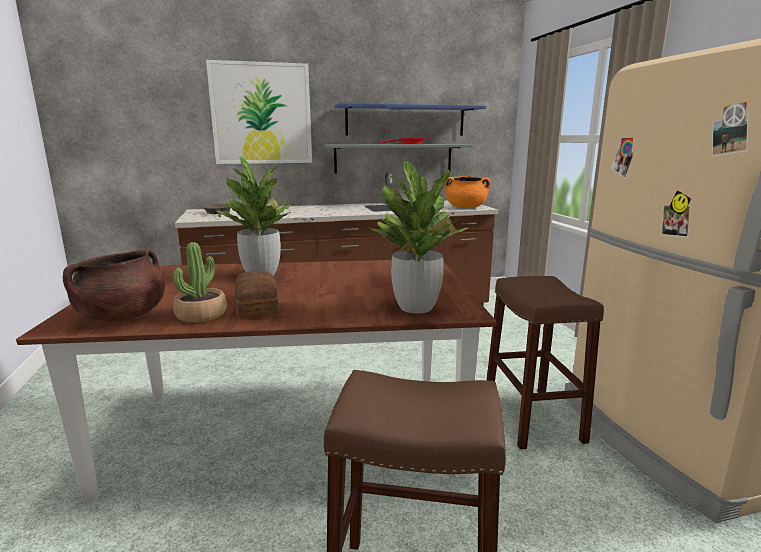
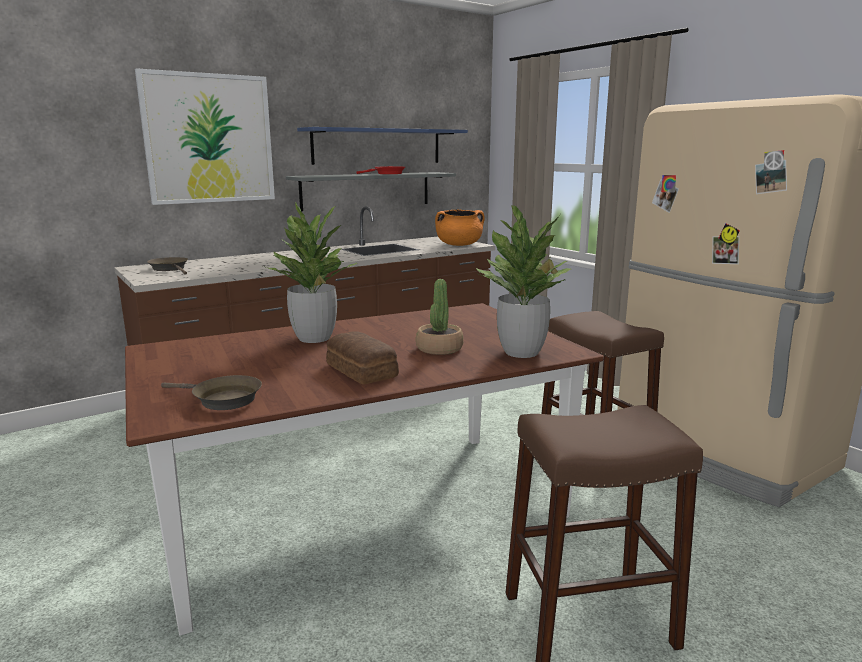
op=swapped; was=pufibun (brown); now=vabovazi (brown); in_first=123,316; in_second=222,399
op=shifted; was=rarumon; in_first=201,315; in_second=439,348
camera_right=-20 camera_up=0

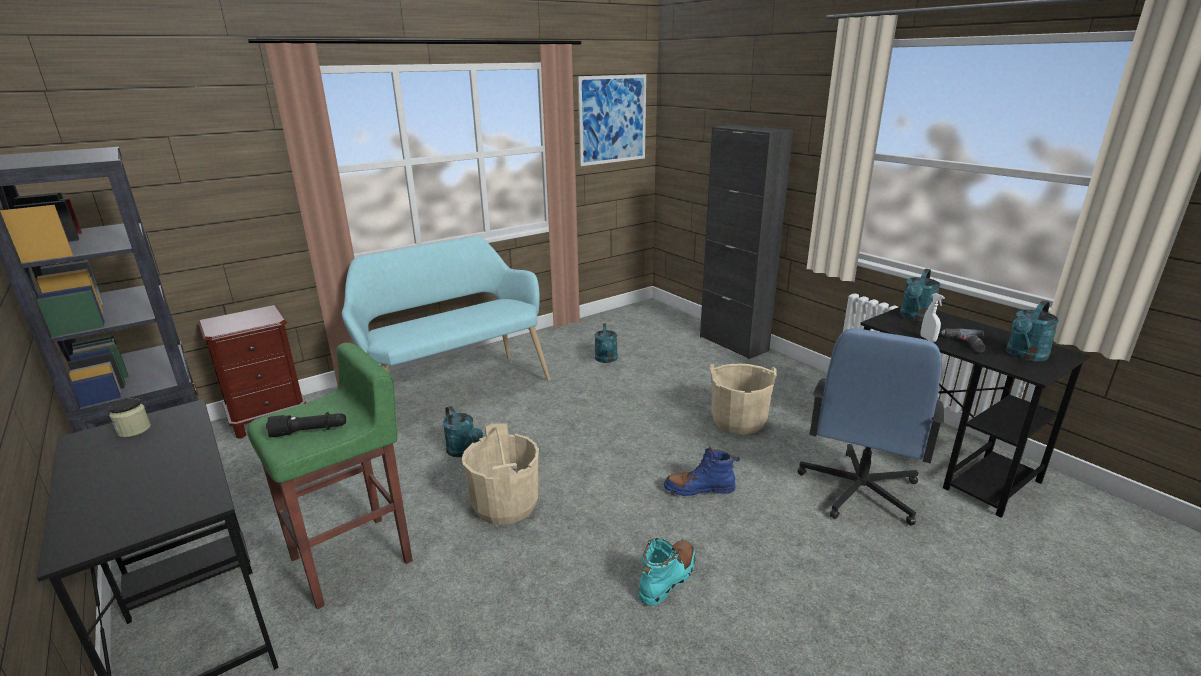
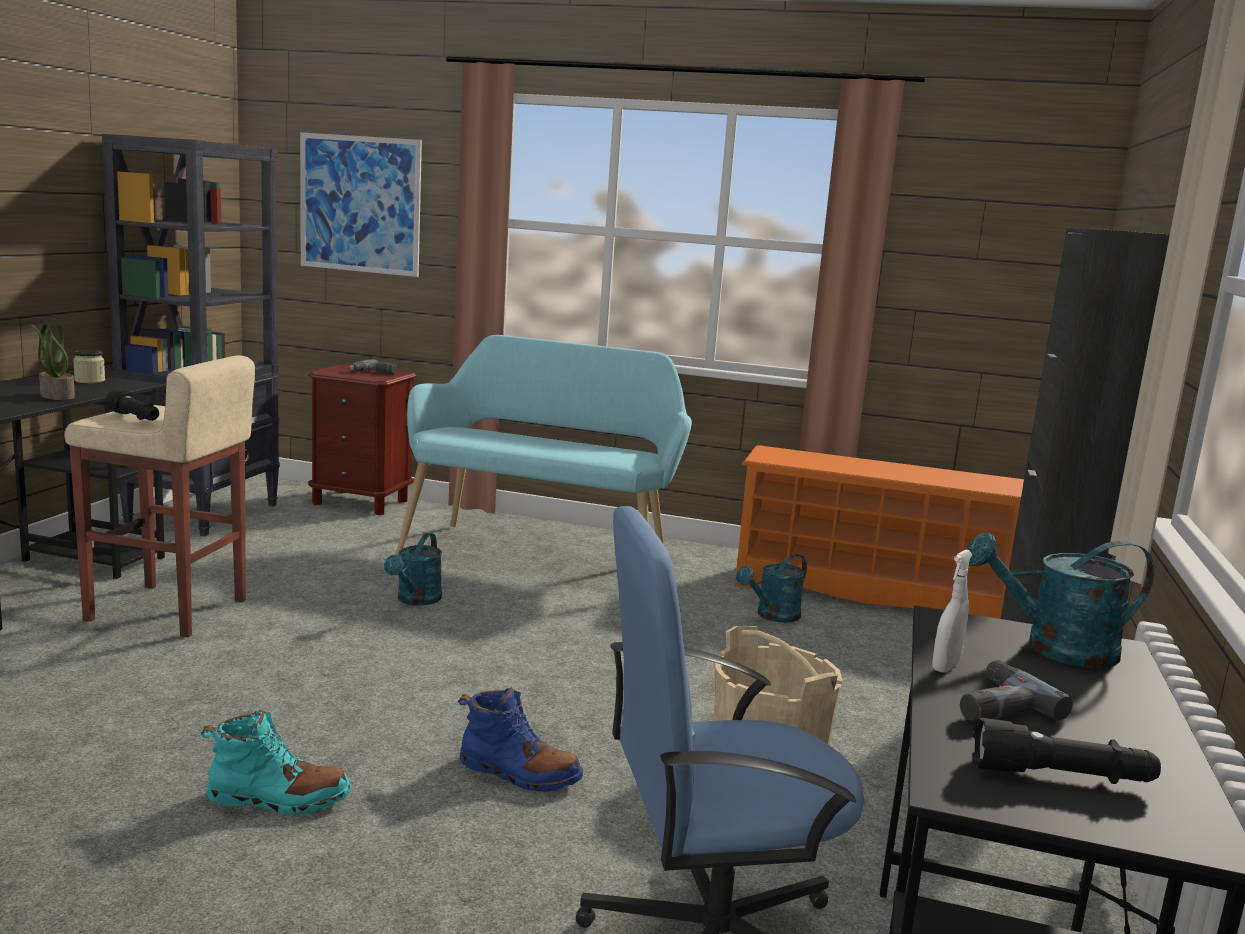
op=new; now=rarumon; in_second=56,396
op=repainted; was=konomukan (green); now=konomukan (beige); in_first=354,559; in_second=168,611
op=shifted; was=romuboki; in_first=612,119; in_second=360,204
op=new; now=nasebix; in_second=374,372
op=rotated; was=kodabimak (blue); in_first=699,489; in_second=518,773; clockwise=150
op=new; now=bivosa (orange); in_second=870,594
op=swapped; was=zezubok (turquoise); now=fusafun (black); in_first=1024,355; in_second=1061,777
op=gone; was=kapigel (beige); in_first=505,504
camera_right=50 camera_up=-10

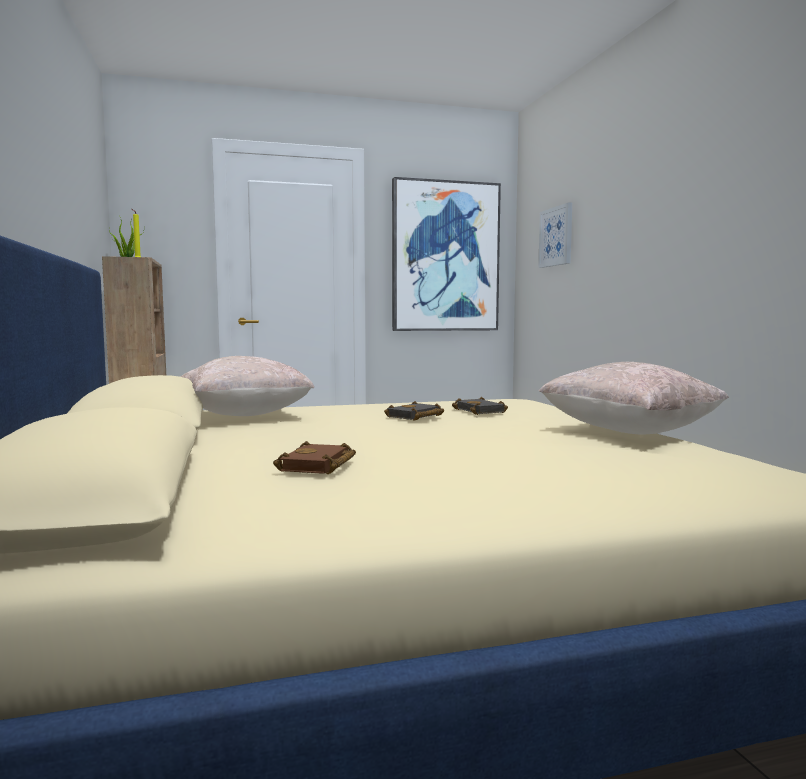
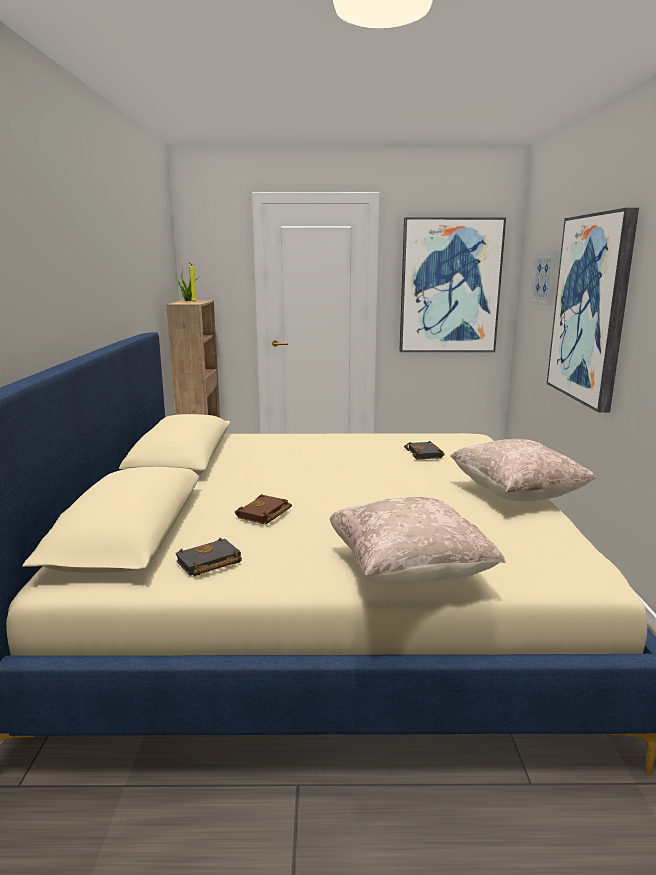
op=shifted; was=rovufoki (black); in_first=415,416; in_second=208,563
op=shifted; was=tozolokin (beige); in_first=243,416; in_second=408,572
op=new; now=romuboki; in_second=591,309
camera_right=15 camera_up=10

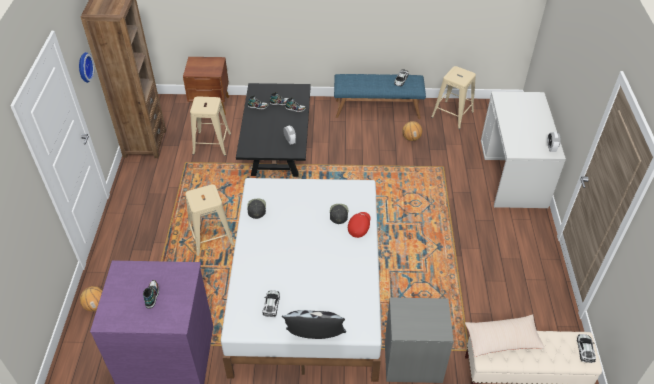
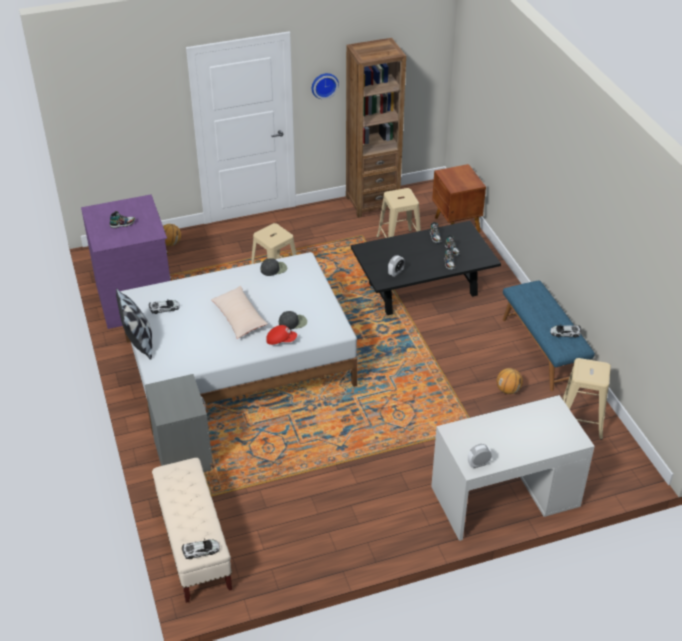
op=shifted; was=tozolokin (beige); in_first=502,340; in_second=239,317
camera_right=70 camera_up=-5

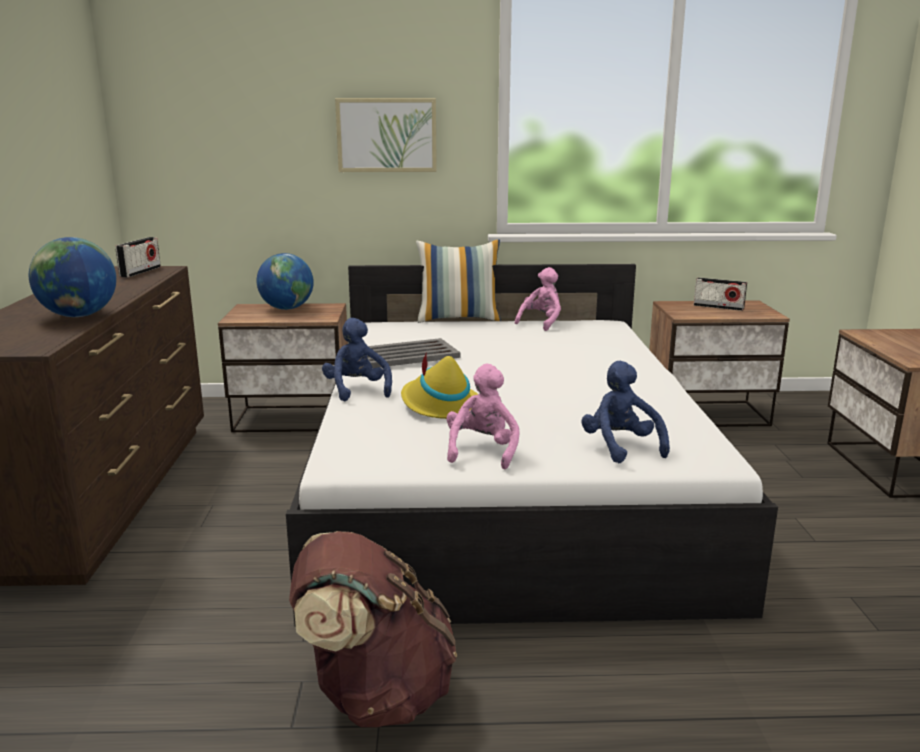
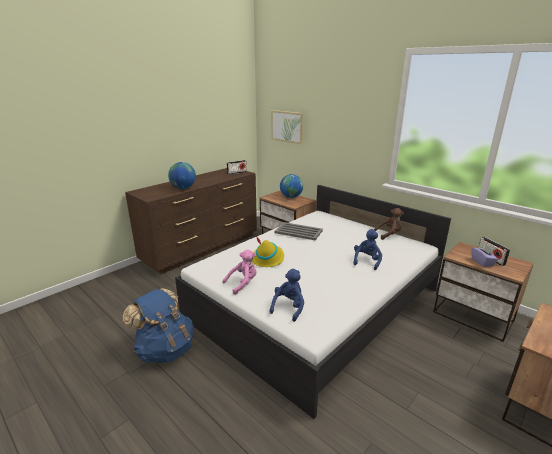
op=repainted; was=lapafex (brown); now=lapafex (blue); in_first=375,694; in_second=165,349
op=shifted; was=romuboki; in_first=386,135; in_second=287,126
op=shifted; was=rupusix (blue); in_first=357,390; in_second=367,261
op=repainted; was=rupusix (pink); now=rupusix (brown); in_first=541,323; in_second=389,234
op=new; now=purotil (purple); in_second=482,262
op=gone; was=tozolokin; in_first=459,318
camera_right=45 camera_up=5

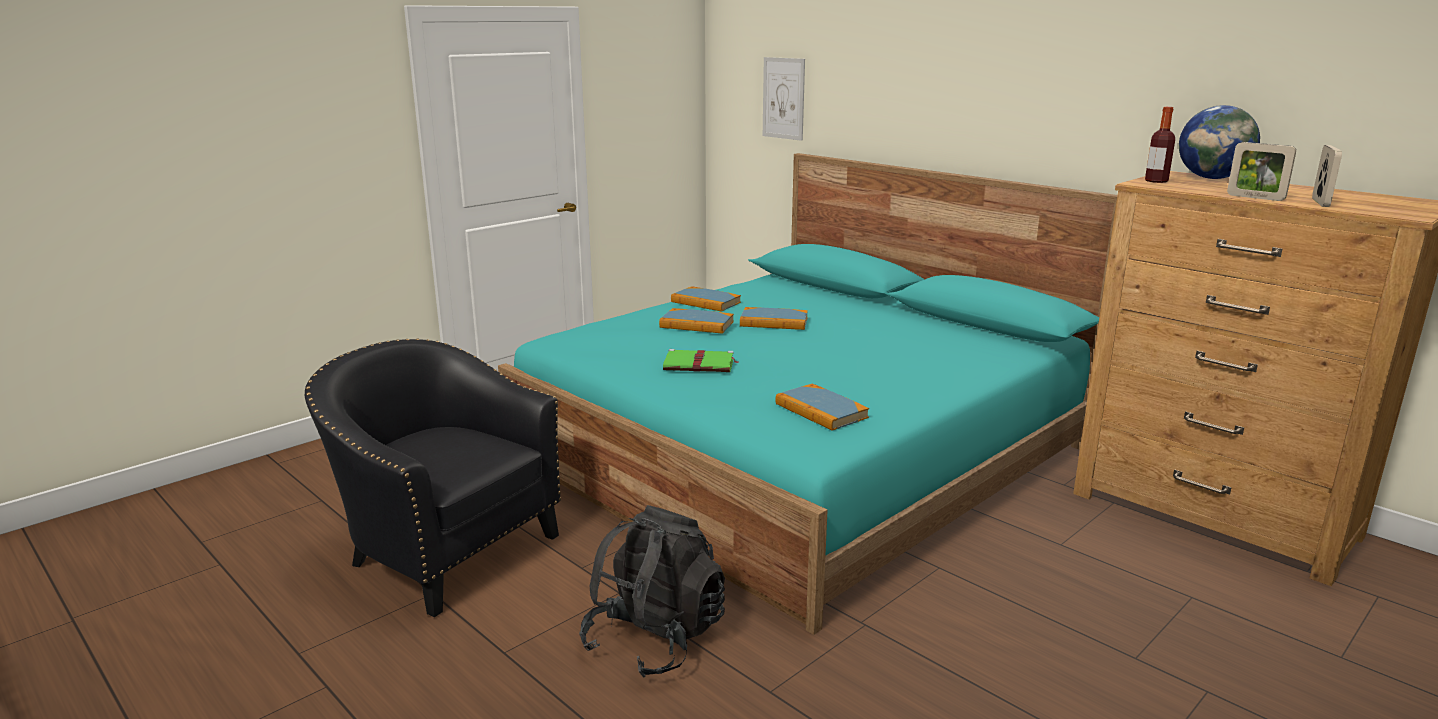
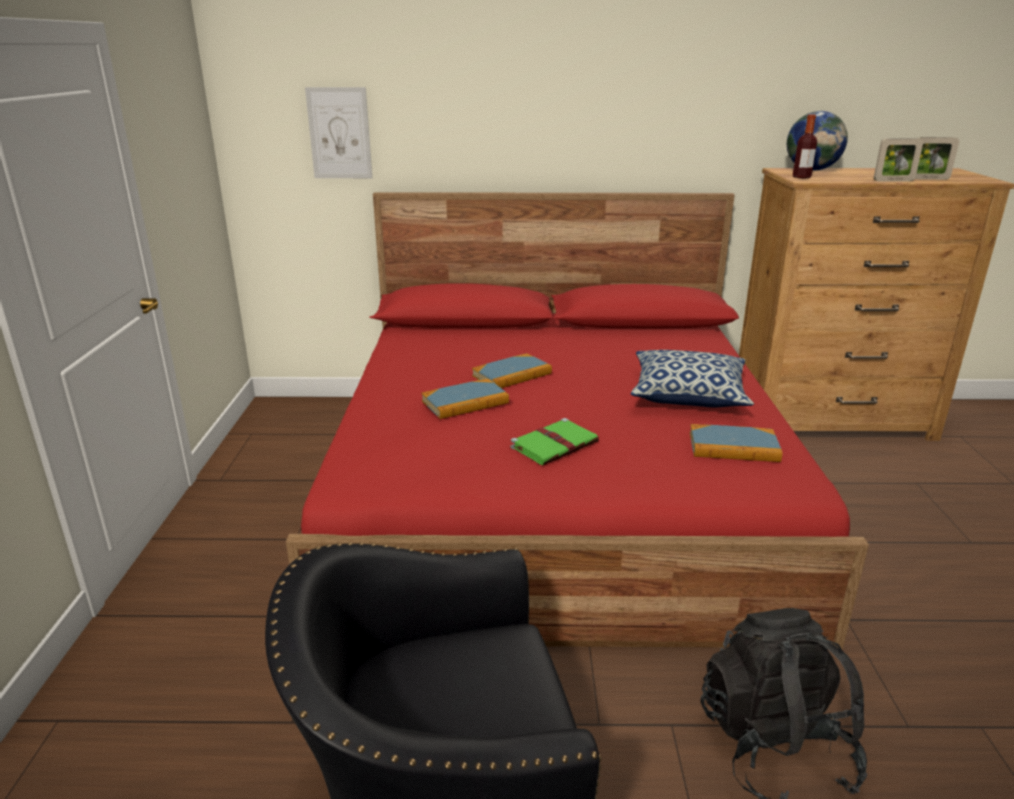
op=repainted; was=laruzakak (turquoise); now=laruzakak (red); in_first=801,452; in_second=557,492
op=new; now=tozolokin; in_second=688,395
op=rotated; was=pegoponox; in_first=1320,202; in_second=928,179; clockwise=120
op=gone; was=rovufoki; in_first=705,302
camera_right=-45 camera_up=5

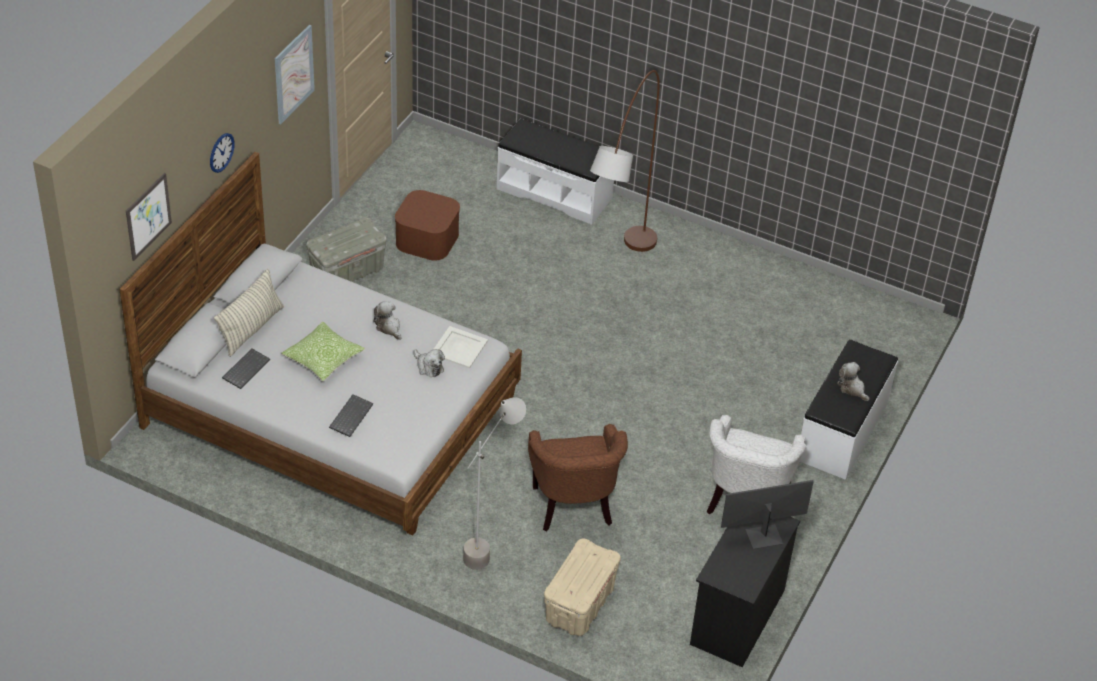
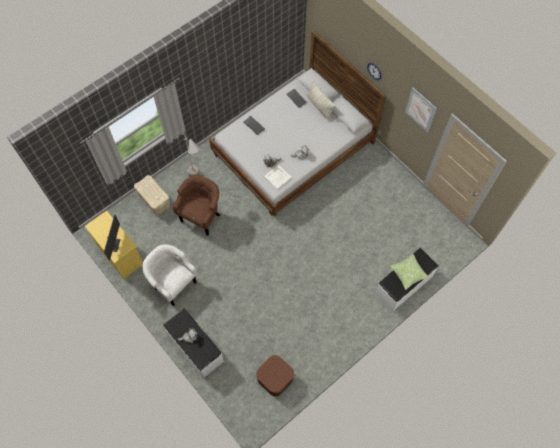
op=repainted; was=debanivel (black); now=debanivel (yellow); in_first=737,617; in_second=120,254
op=rotated; was=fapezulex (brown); in_first=573,509; in_second=202,216; clockwise=105
op=shifted; was=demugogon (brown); in_first=427,239; in_second=275,378
op=shifted; was=tozolokin; in_first=323,358; in_second=408,273
op=gone; was=romuboki; in_first=148,216
op=gone; was=demugogon (grey); in_first=347,271
op=gone; was=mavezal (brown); in_first=618,279
camera_right=115 camera_up=20

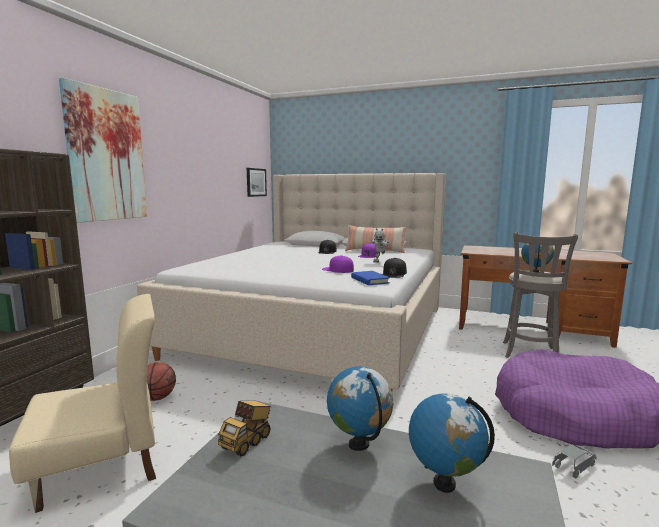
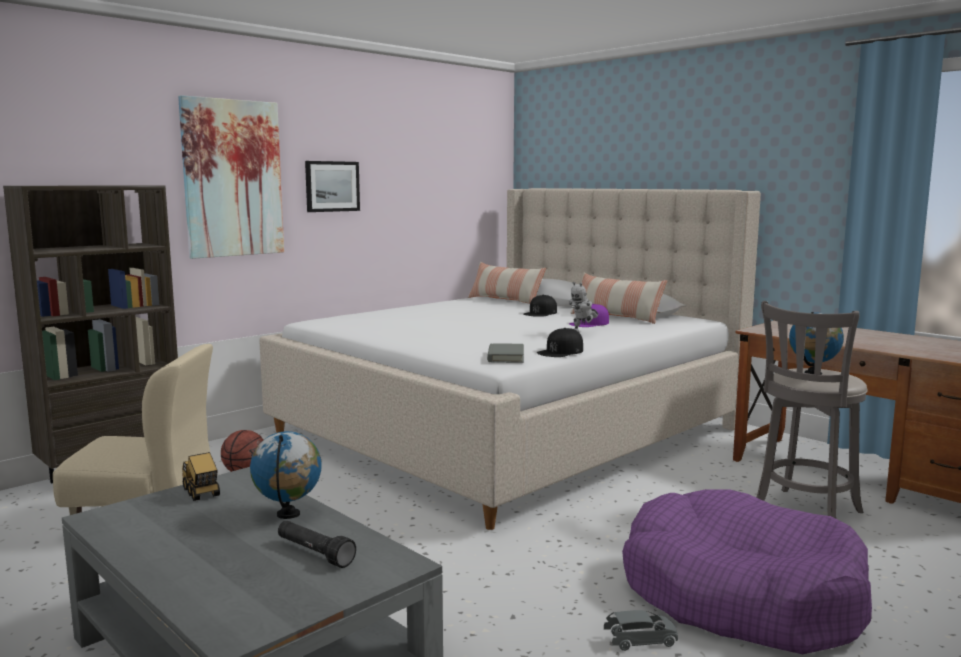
op=rotated; was=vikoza; in_first=247,441; in_second=201,493; clockwise=90
op=swapped; was=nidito; now=fusafun (black); in_first=444,483; in_second=314,553
op=shifted; was=romuboki; in_first=256,182; in_second=332,186
op=new; now=tozolokin; in_second=505,300
op=repainted; was=rovufoki (blue); now=rovufoki (grey); in_first=369,280; in_second=505,356
op=gone; was=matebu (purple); in_first=337,270
camera_right=25 camera_up=0

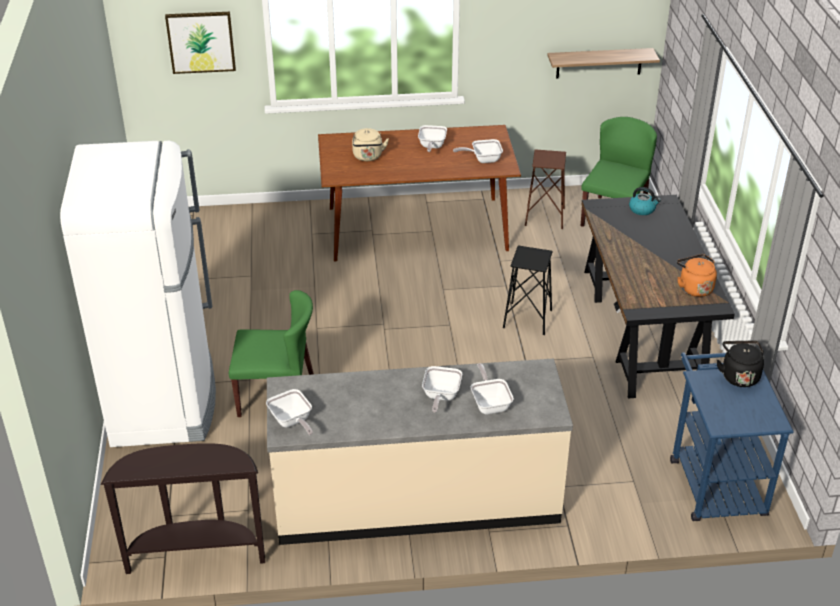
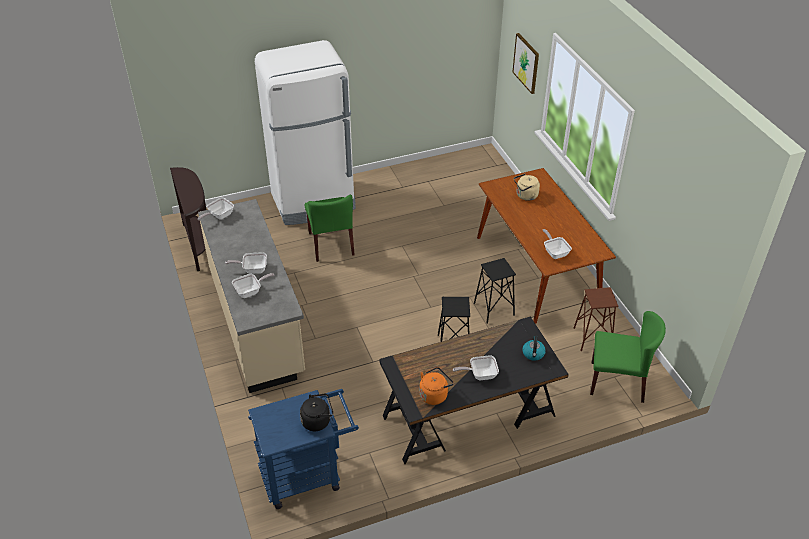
op=shifted; was=vabovazi; in_first=431,146; in_second=480,374
op=new; now=konomukan (black); in_second=494,309
op=gone; was=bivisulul; in_first=599,63
camera_right=75 camera_up=5

